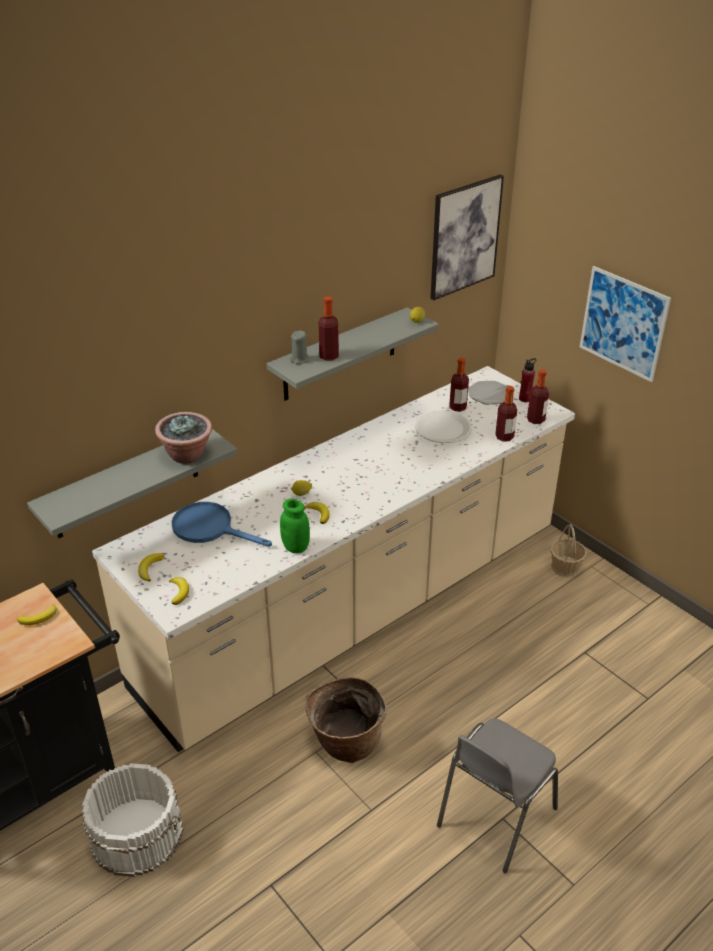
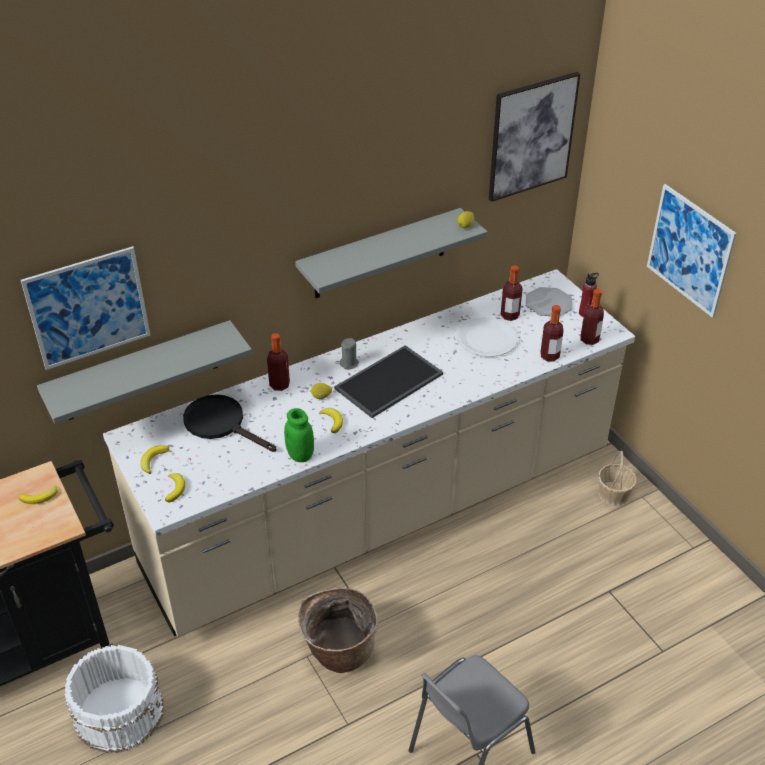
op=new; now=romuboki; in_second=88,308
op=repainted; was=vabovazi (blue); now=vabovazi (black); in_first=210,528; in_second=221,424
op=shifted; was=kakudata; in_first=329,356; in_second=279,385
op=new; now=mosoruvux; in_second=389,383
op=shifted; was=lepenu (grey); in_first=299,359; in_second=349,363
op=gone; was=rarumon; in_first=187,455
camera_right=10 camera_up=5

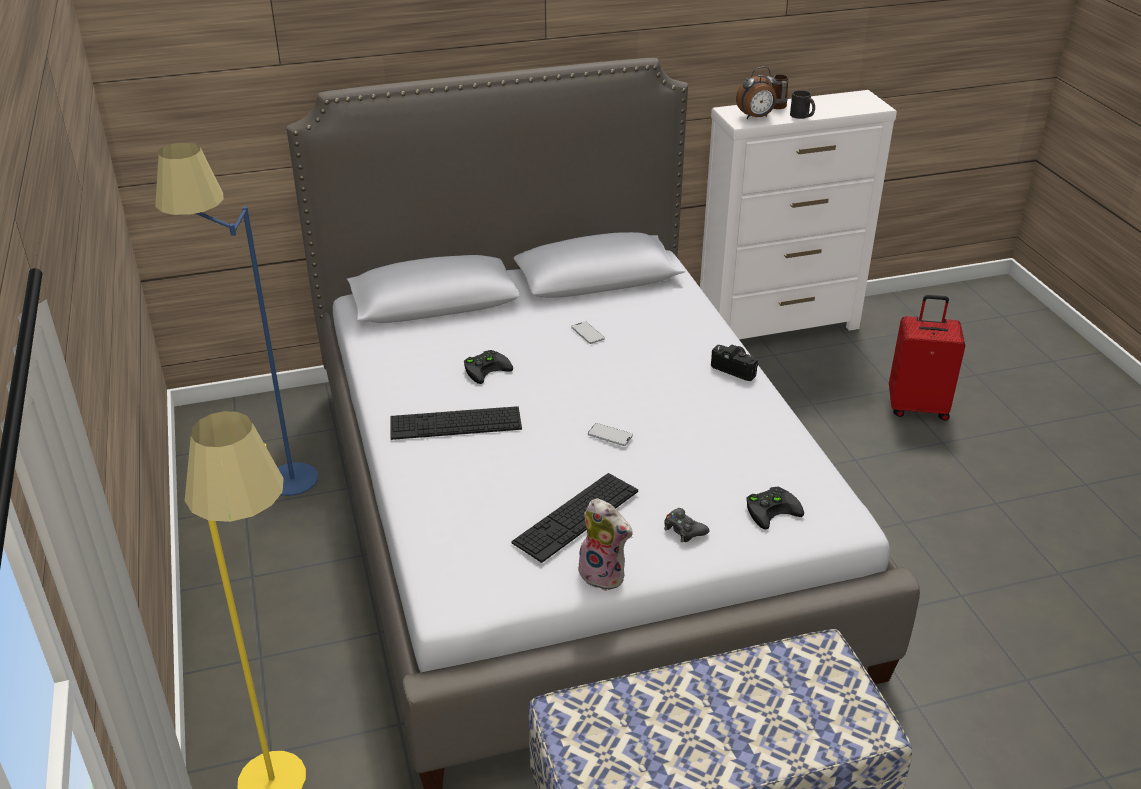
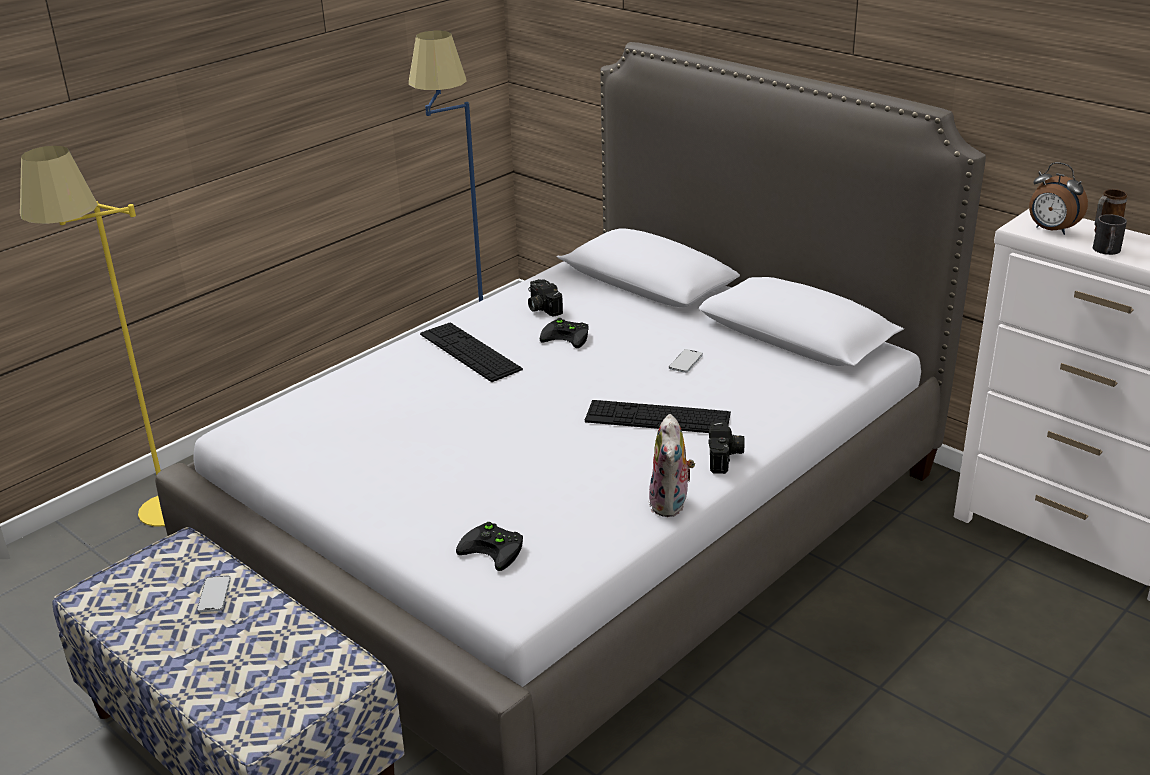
op=shifted; was=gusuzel; in_first=610,435; in_second=214,595
op=new; now=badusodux; in_second=541,308
op=shifted; was=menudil; in_first=576,516; in_second=657,417
op=shifted; was=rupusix; in_first=604,574; in_second=671,504
op=gone; was=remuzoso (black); in_first=684,530
op=gone; was=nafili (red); in_first=917,407
camera_right=60 camera_up=-5

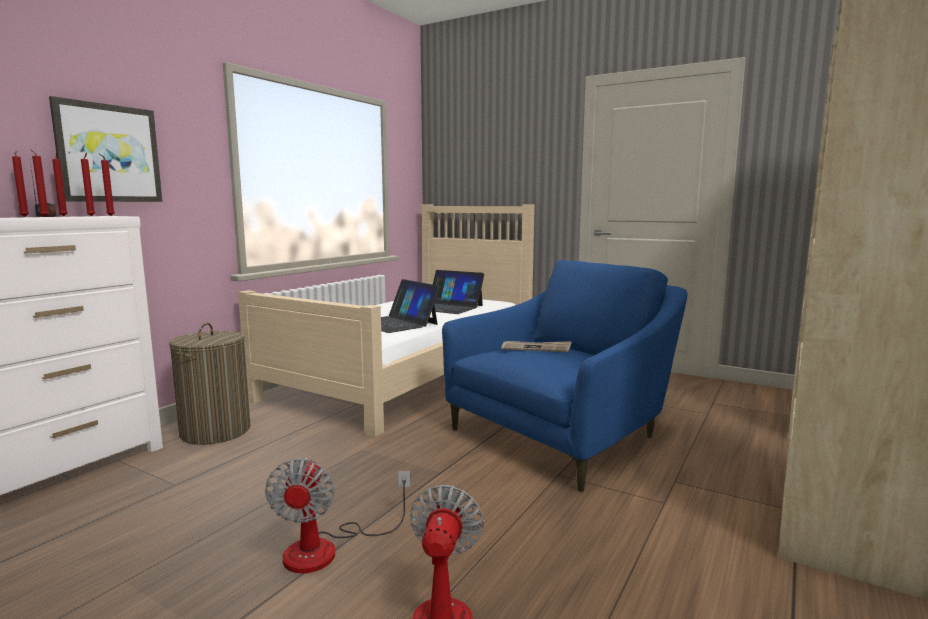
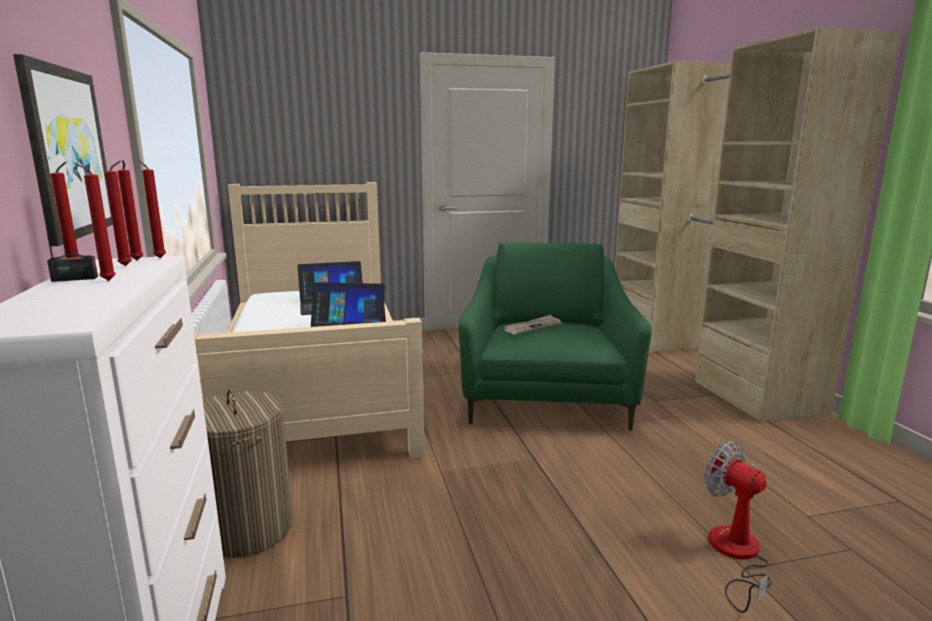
op=shifted; was=lepenu (red); in_first=25,217; in_second=158,258
op=repainted; was=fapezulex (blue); now=fapezulex (green); in_first=564,435; in_second=546,396
op=gone; was=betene; in_first=328,549
camera_right=-45 camera_up=5

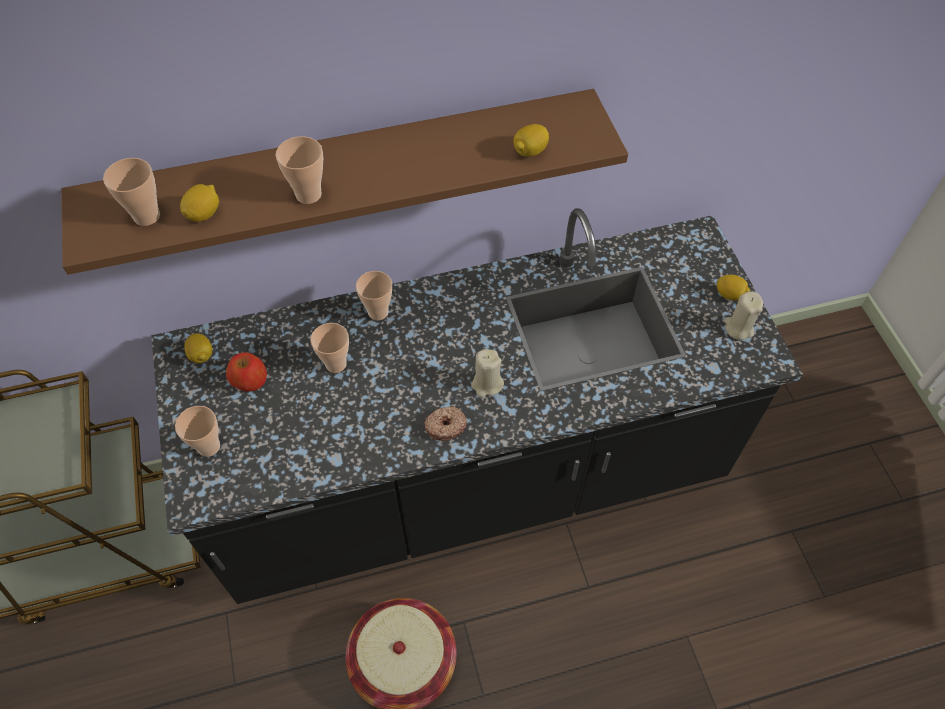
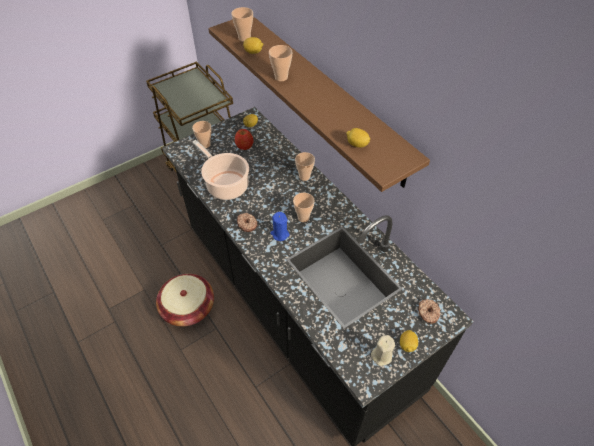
op=new; now=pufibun; in_second=225,184
op=repainted; was=lepenu (beige); now=lepenu (blue); in_first=487,384; in_second=280,234
op=shifted; was=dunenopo; in_first=336,364; in_second=303,217
op=new; now=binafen; in_second=427,313
camera_right=70 camera_up=-5

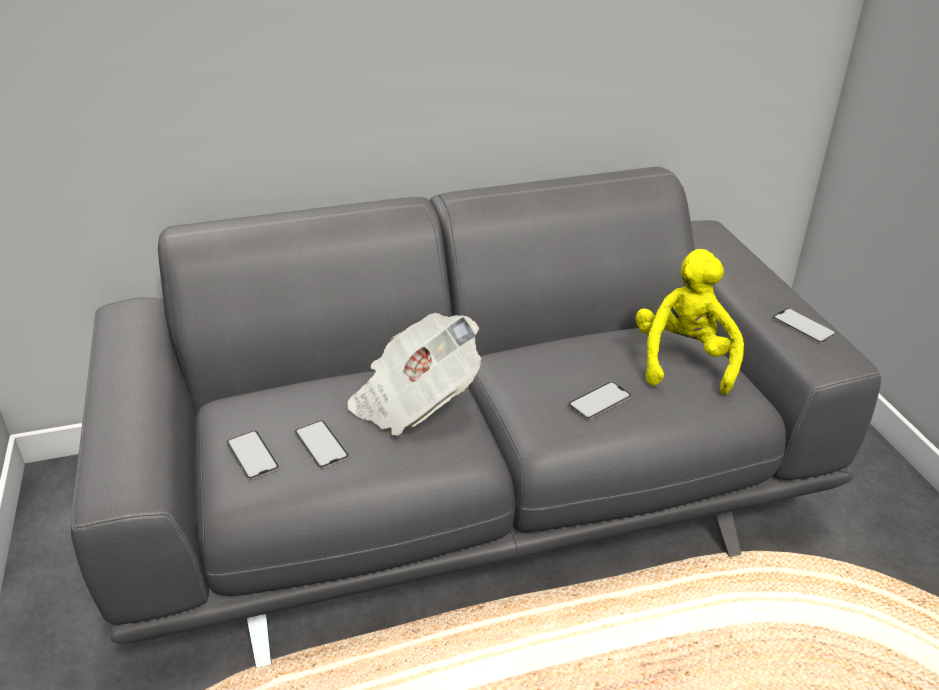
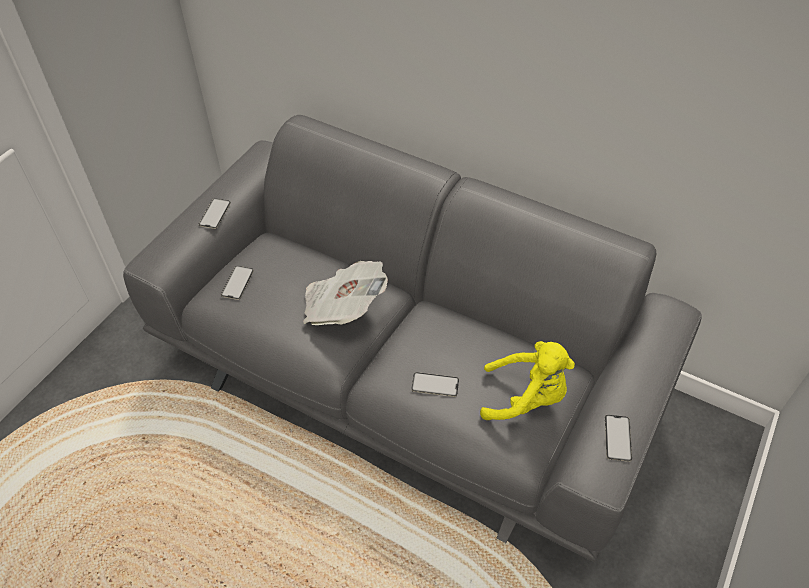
op=shifted; was=gusuzel; in_first=321,444; in_second=215,213
op=rotated; was=rupusix (yellow); in_first=683,360; in_second=525,398; clockwise=45
camera_right=45 camera_up=15

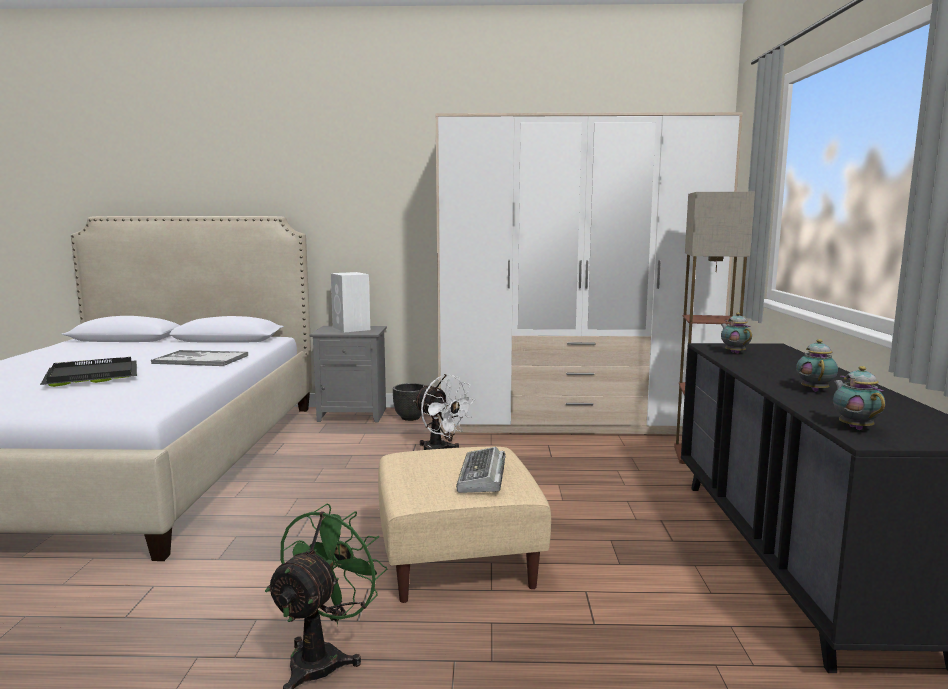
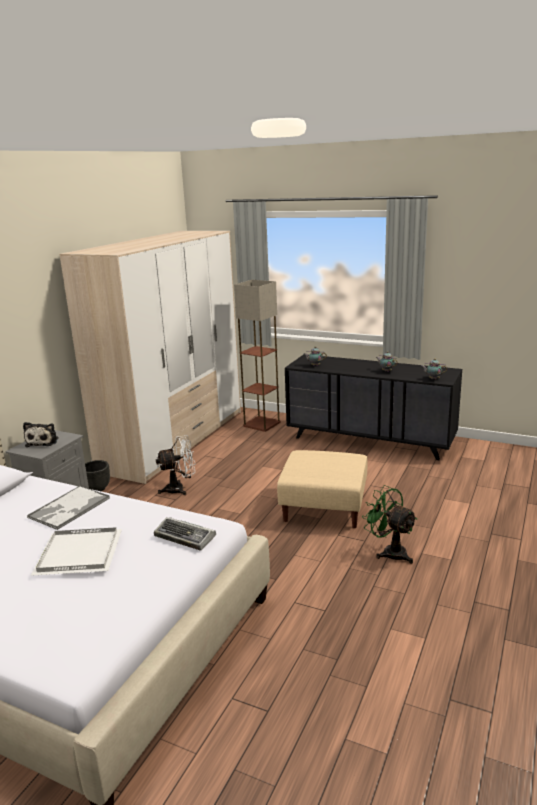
op=swapped; was=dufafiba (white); now=rupusix; in_first=351,329; in_second=43,441
op=repainted; was=mosoruvux (black); now=mosoruvux (white); in_first=90,376; in_second=80,554
op=shifted; was=menudil; in_first=482,477; in_second=185,537
camera_right=-65 camera_up=10

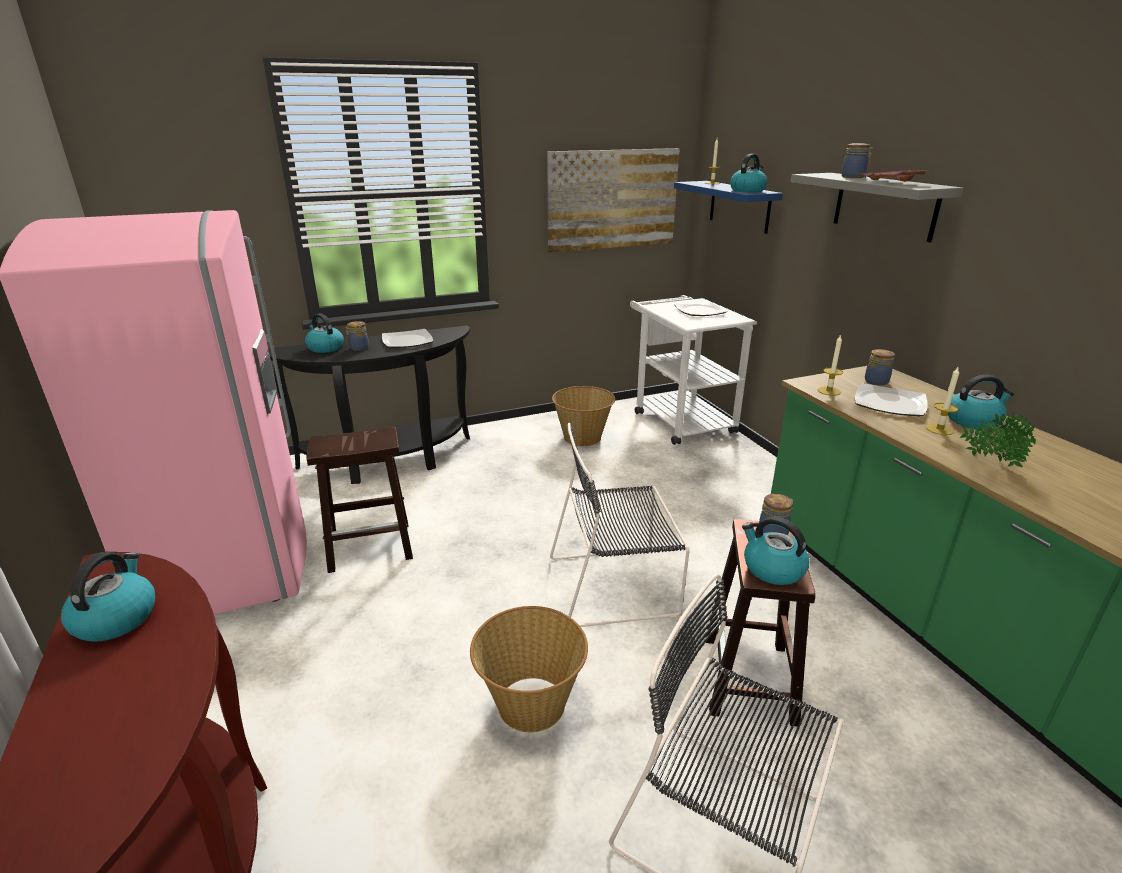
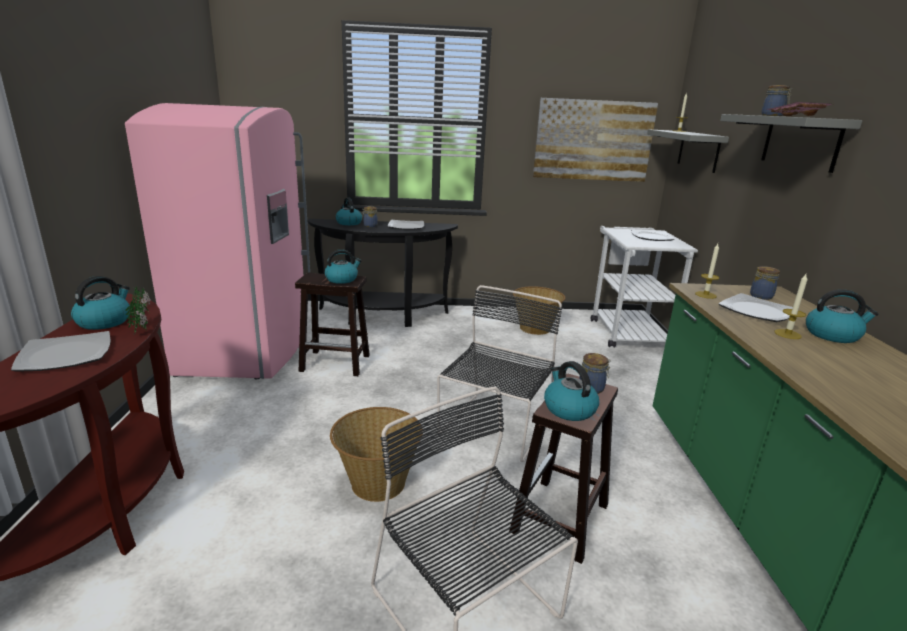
op=new; now=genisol; in_second=66,354
op=shifted; was=rarumon; in_first=990,460; in_second=143,329
op=shifted; was=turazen; in_first=747,190; in_second=342,279
op=rotated; was=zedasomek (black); in_first=617,585; in_second=494,428; clockwise=105
op=repainted; was=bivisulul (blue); now=bivisulul (grey); in_first=739,206; in_second=698,150
camera_right=20 camera_up=-5

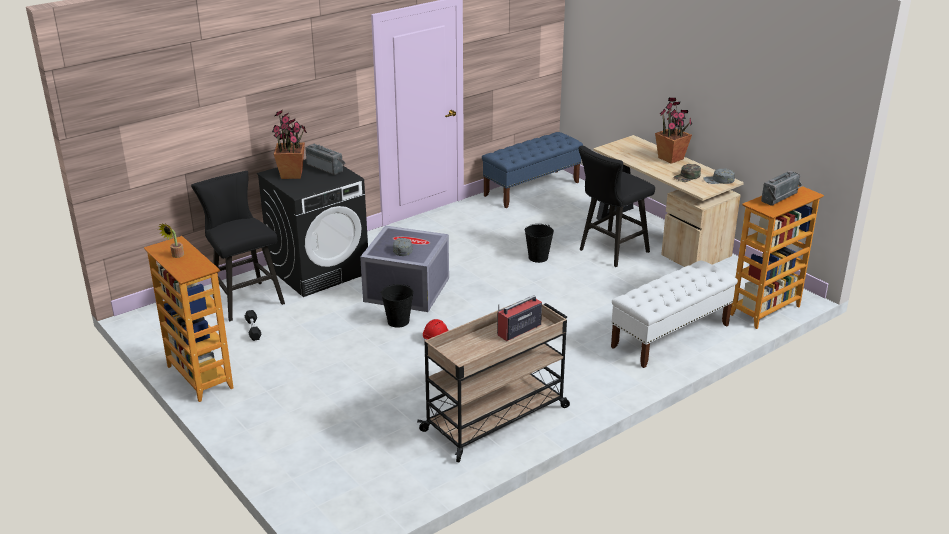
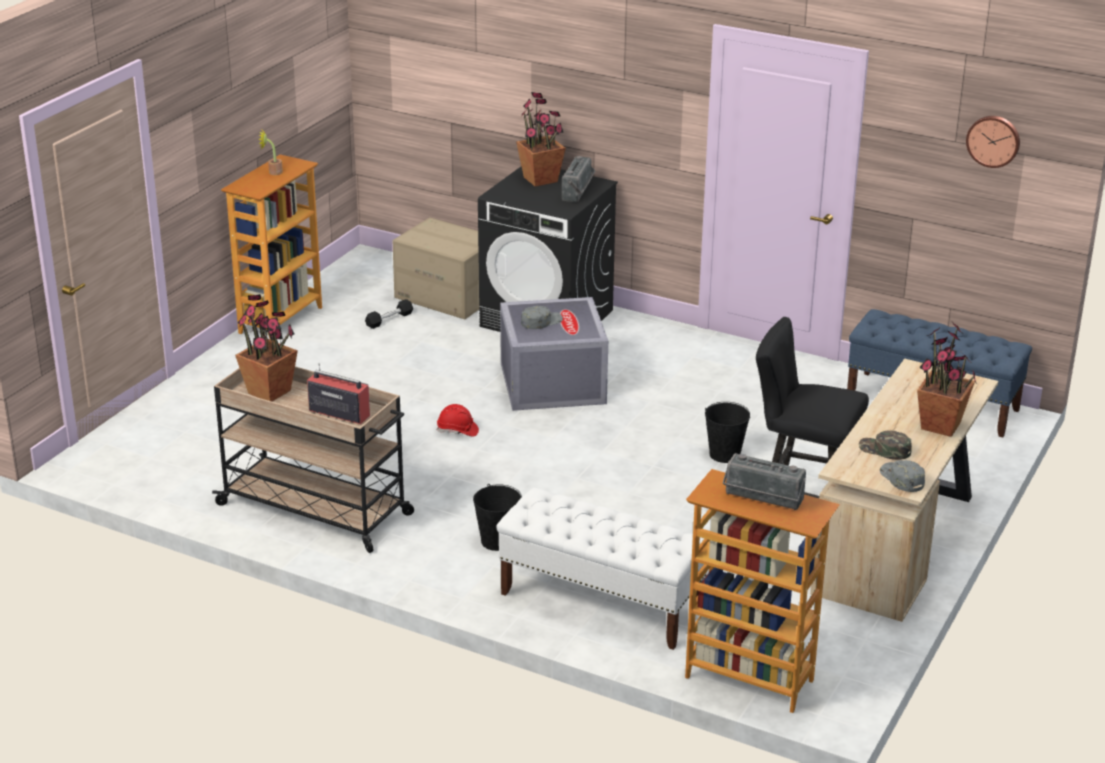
op=new; now=rarumon; in_second=270,392
op=swapped; was=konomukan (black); now=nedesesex; in_first=245,298; in_second=448,296
op=shifted; was=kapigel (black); in_first=398,321; in_second=497,541
op=new; now=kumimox; in_second=993,140
camera_right=65 camera_up=0

